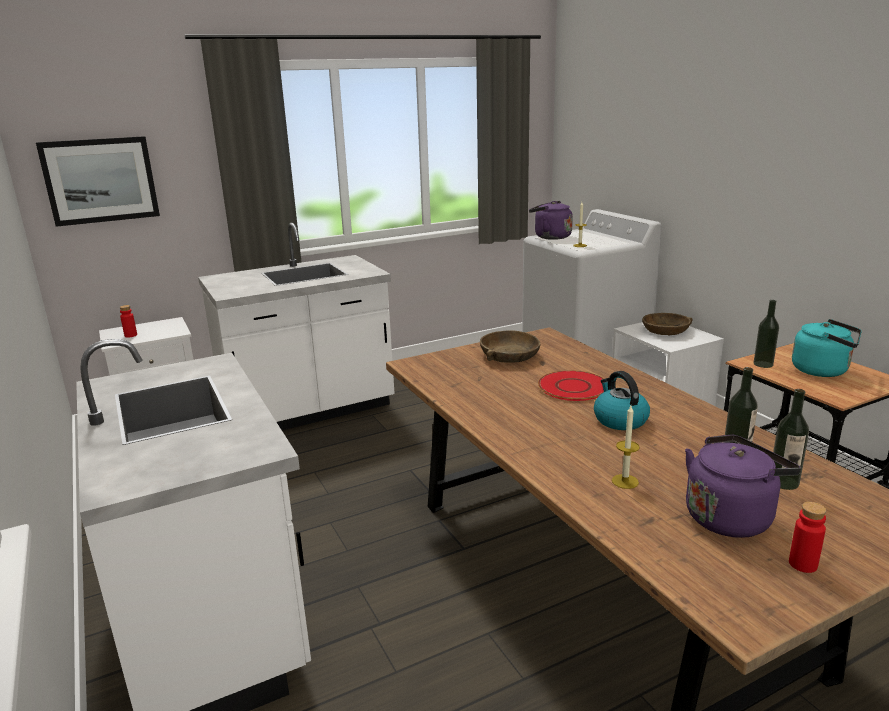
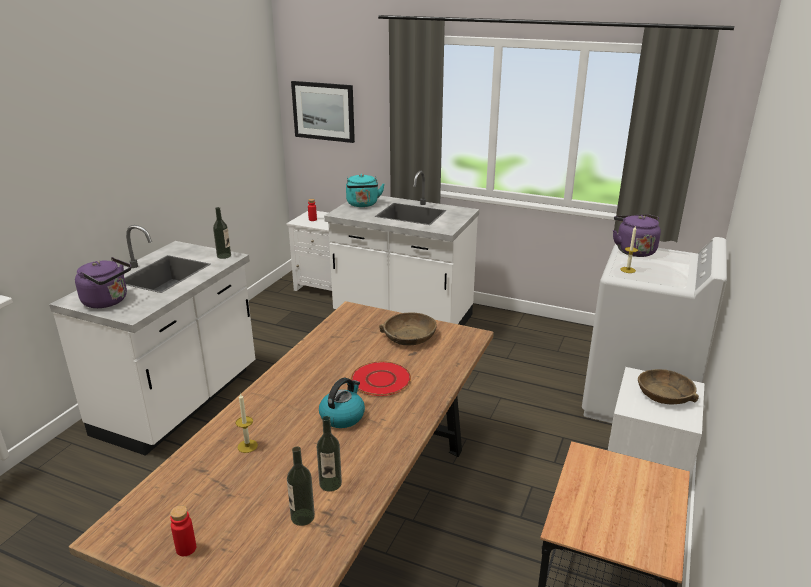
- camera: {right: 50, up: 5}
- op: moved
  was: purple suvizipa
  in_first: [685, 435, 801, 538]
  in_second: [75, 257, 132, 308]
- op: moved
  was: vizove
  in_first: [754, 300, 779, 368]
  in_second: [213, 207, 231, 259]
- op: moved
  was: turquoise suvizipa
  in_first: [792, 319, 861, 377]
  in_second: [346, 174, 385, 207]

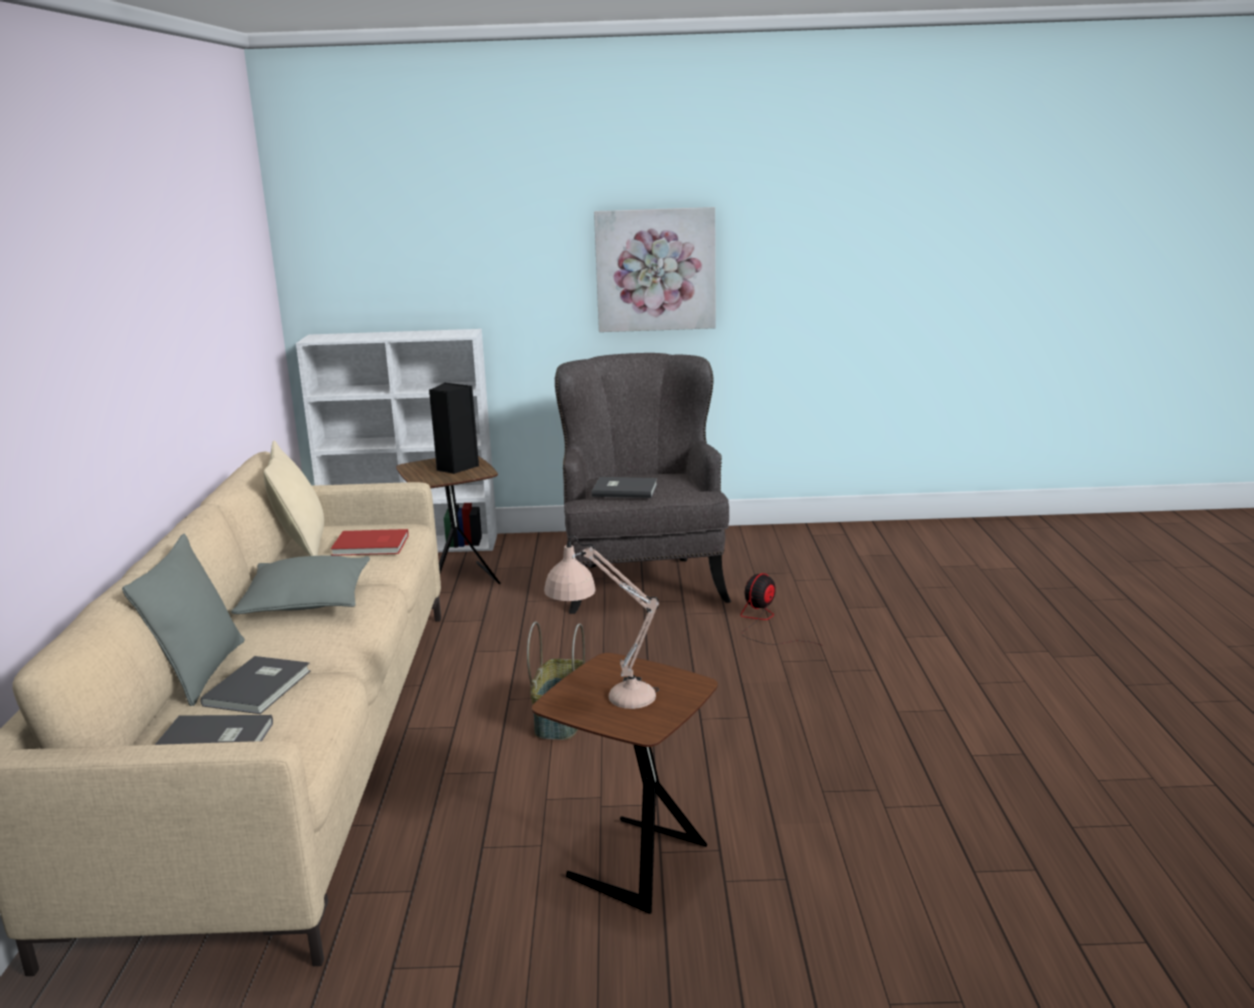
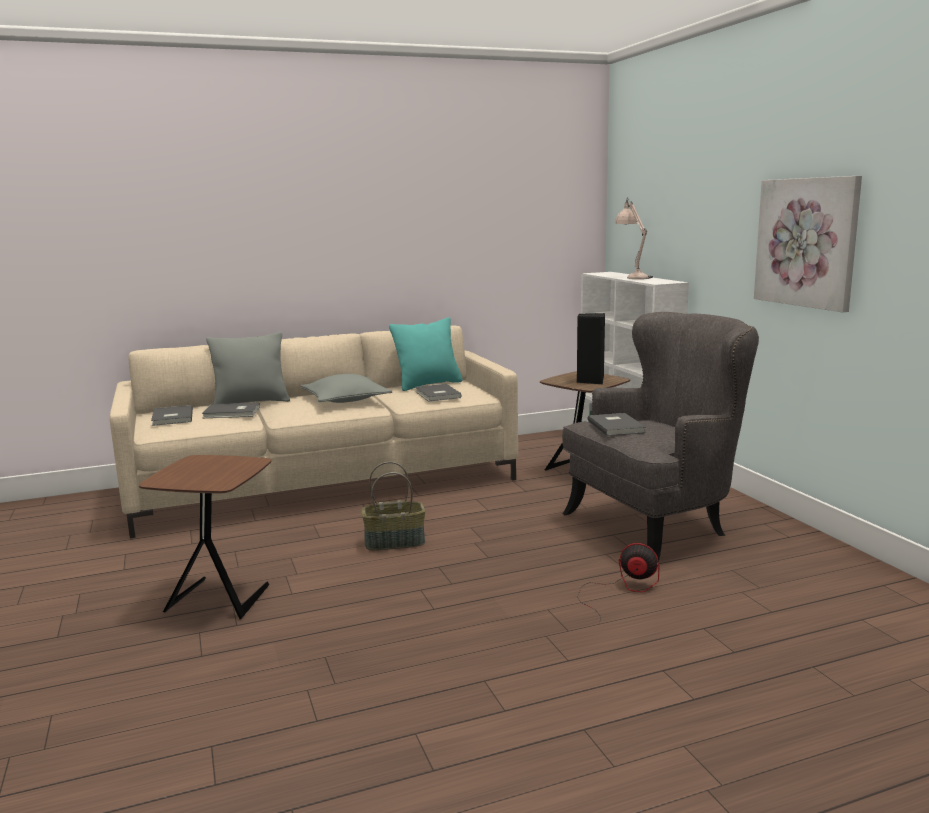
- camera: {right: 70, up: -5}
- op: moved
  was: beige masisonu
  in_first: [544, 535, 659, 709]
  in_second: [615, 197, 653, 279]
- op: recoloured
  was: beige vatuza
  now: turquoise vatuza
  in_first: [264, 441, 324, 556]
  in_second: [389, 317, 463, 391]
- op: recoloured
  was: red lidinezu
  now: grey lidinezu
  in_first: [331, 529, 409, 556]
  in_second: [415, 384, 462, 402]

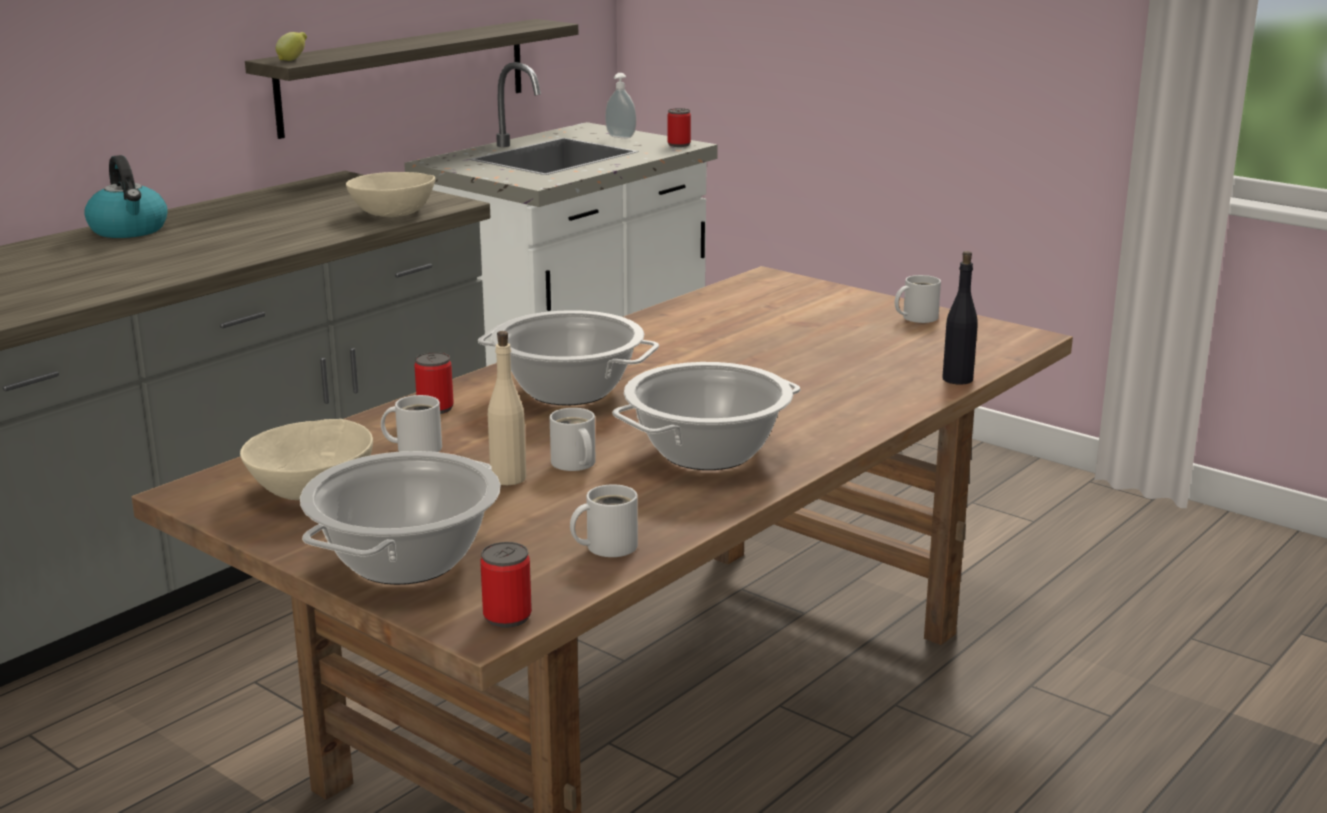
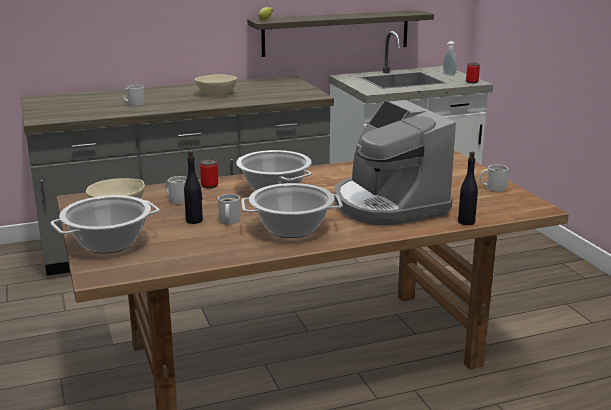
- camera: {right: 30, up: 0}
- op: removed
  was: suvizipa
  in_first: [84, 155, 168, 238]
- op: removed
  was: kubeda
  in_first: [480, 542, 532, 628]
- op: added
  now: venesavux
  in_second: [335, 100, 456, 225]
- op: moved
  was: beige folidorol
  in_first: [346, 172, 435, 217]
  in_second: [195, 75, 237, 96]
- op: moved
  was: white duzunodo
  in_first: [570, 484, 638, 557]
  in_second: [123, 85, 145, 106]
- op: recoloured
  was: beige vizove
  now: black vizove
  in_first: [488, 331, 526, 485]
  in_second: [184, 150, 203, 224]

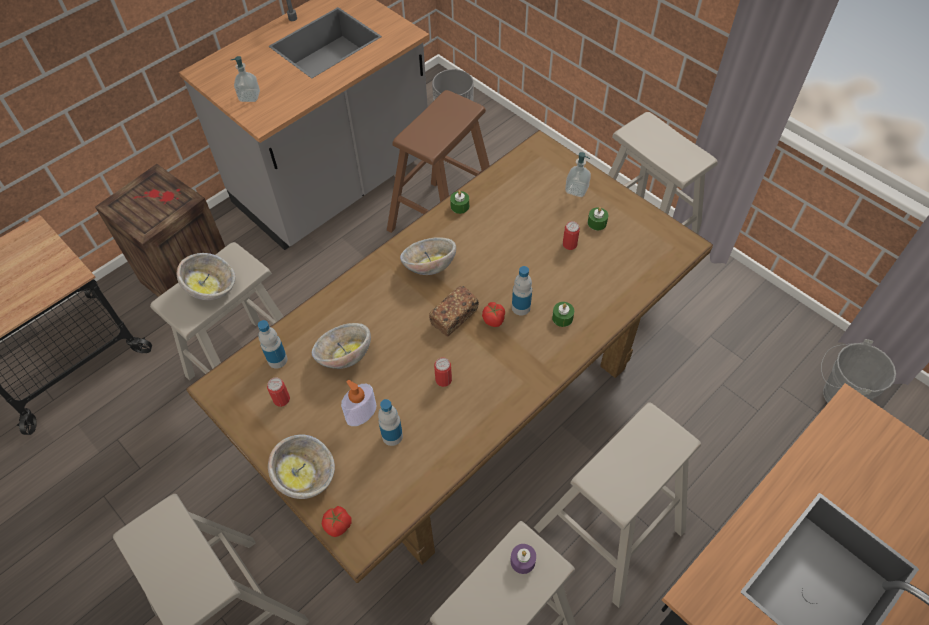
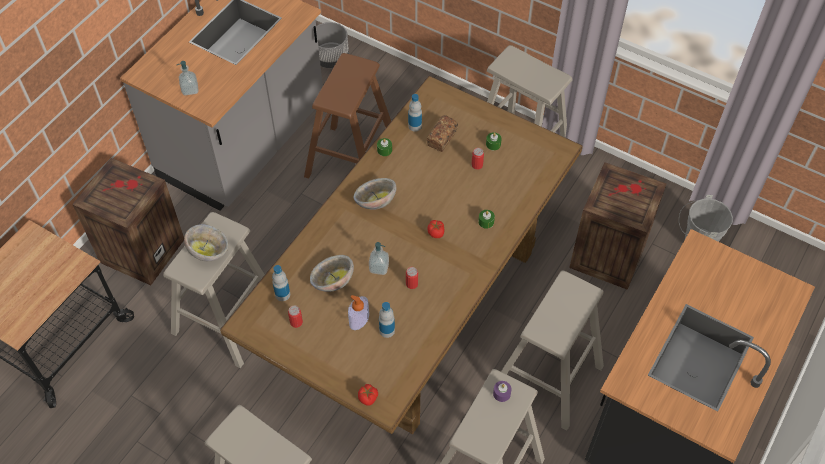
- camera: {right: -15, up: 0}
- op: removed
  was: folidorol
  in_first: [268, 434, 335, 499]
- op: added
  now: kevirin
  in_second: [569, 162, 666, 290]
- op: moved
  was: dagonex
  in_first: [429, 286, 479, 337]
  in_second: [427, 115, 458, 152]
- op: moved
  was: vizove
  in_first: [512, 266, 532, 316]
  in_second: [408, 94, 422, 132]
- op: moved
  was: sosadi
  in_first: [565, 152, 591, 197]
  in_second: [369, 242, 389, 275]

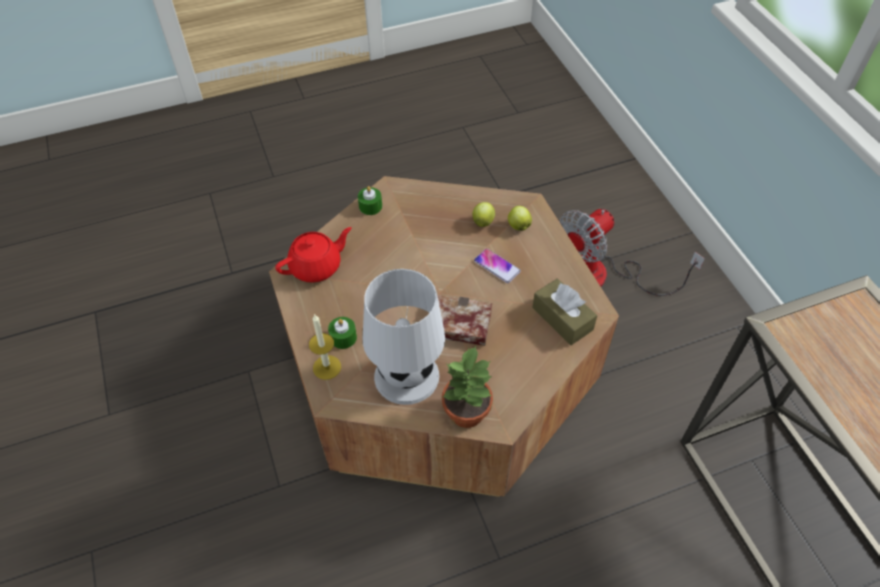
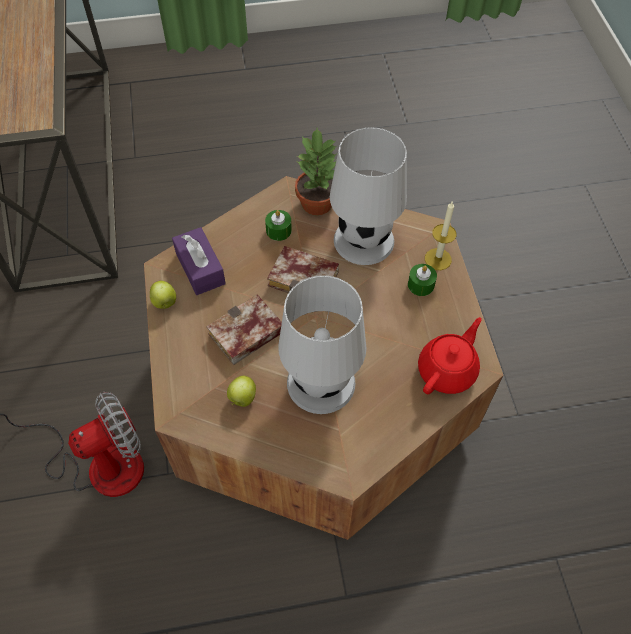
- camera: {right: -170, up: 5}
- op: added
  now: white masisonu
  in_second: [278, 275, 366, 414]
- op: moved
  was: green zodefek
  in_first: [358, 186, 382, 215]
  in_second: [265, 210, 292, 241]
- op: moved
  was: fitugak
  in_first: [508, 206, 532, 231]
  in_second: [150, 281, 176, 309]
- op: replaced
  was: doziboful
  now: lidinezu
  in_first: [474, 248, 521, 283]
  in_second: [206, 294, 282, 365]
- op: recoloured
  was: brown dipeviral
  now: purple dipeviral
  in_first: [532, 279, 597, 345]
  in_second: [172, 227, 226, 295]
- op: turned
  was: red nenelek
  in_first: [275, 227, 352, 282]
  in_second: [418, 317, 482, 394]
  clockwise: 150

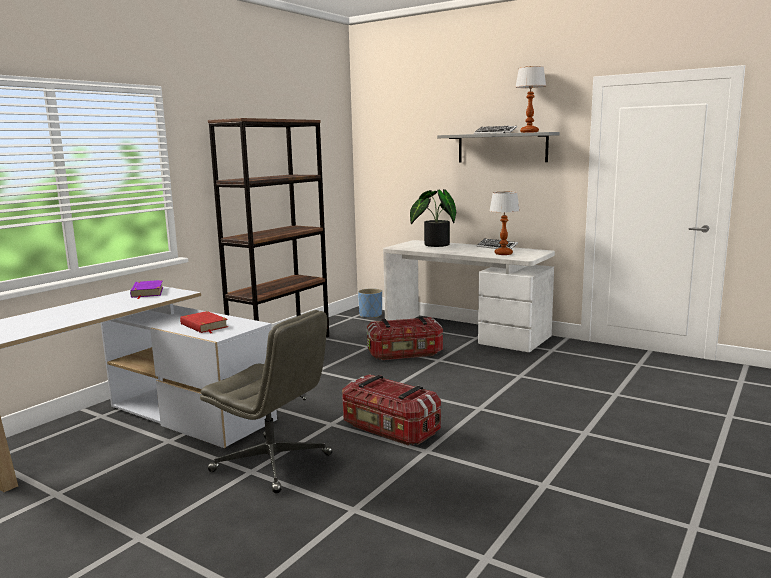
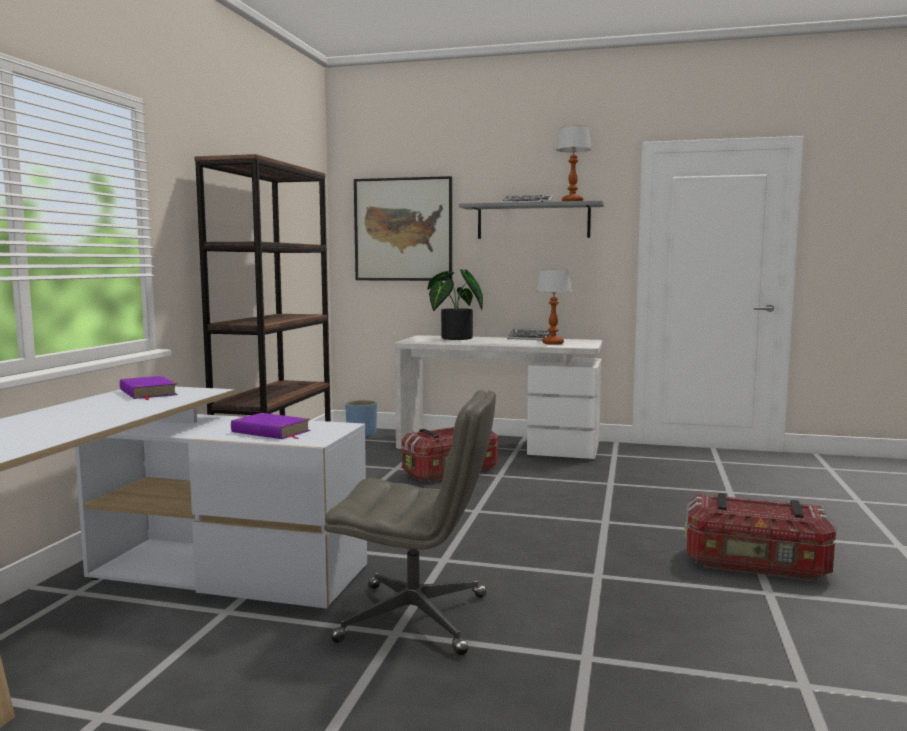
- camera: {right: -20, up: -5}
- op: added
  now: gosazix
  in_second: [354, 176, 452, 281]
- op: moved
  was: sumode
  in_first: [342, 374, 441, 445]
  in_second: [684, 493, 837, 581]
- op: recoloured
  was: red lidinezu
  now: purple lidinezu
  in_first: [180, 311, 228, 334]
  in_second: [231, 413, 311, 439]

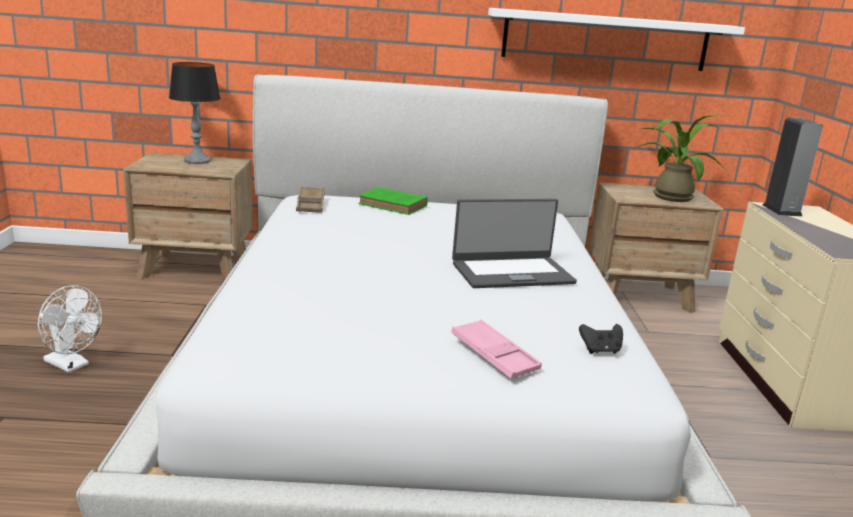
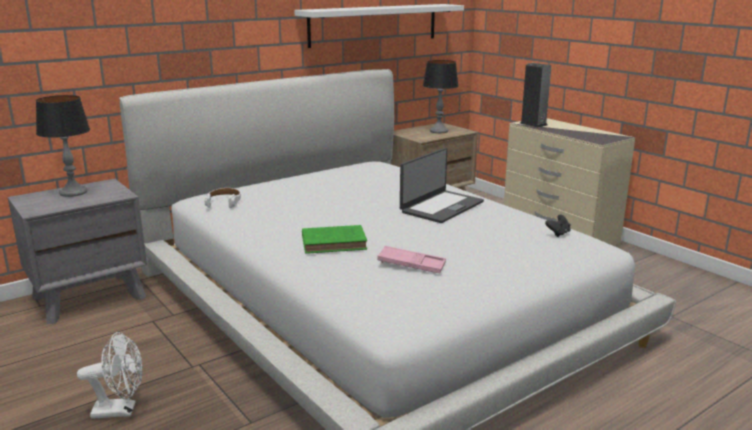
- camera: {right: -35, up: 0}
- op: moved
  was: green lidinezu
  in_first: [358, 187, 428, 215]
  in_second: [302, 225, 367, 254]
- op: moved
  was: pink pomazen
  in_first: [451, 320, 542, 379]
  in_second: [377, 246, 446, 273]
- op: replaced
  was: brown pomazen
  now: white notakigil
  in_first: [296, 186, 325, 213]
  in_second: [204, 188, 241, 208]
- op: replaced
  was: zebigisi
  now: masisonu
  in_first: [631, 114, 728, 202]
  in_second: [423, 60, 458, 133]
- op: recoloured
  was: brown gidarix
  now: grey gidarix
  in_first: [123, 152, 253, 281]
  in_second: [8, 179, 147, 324]

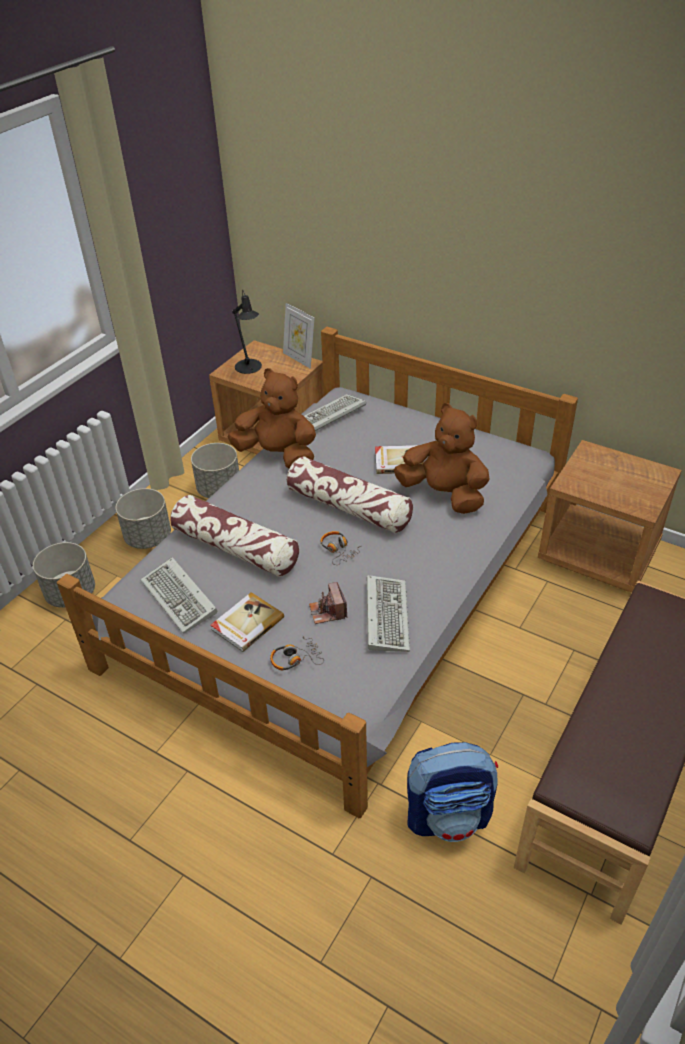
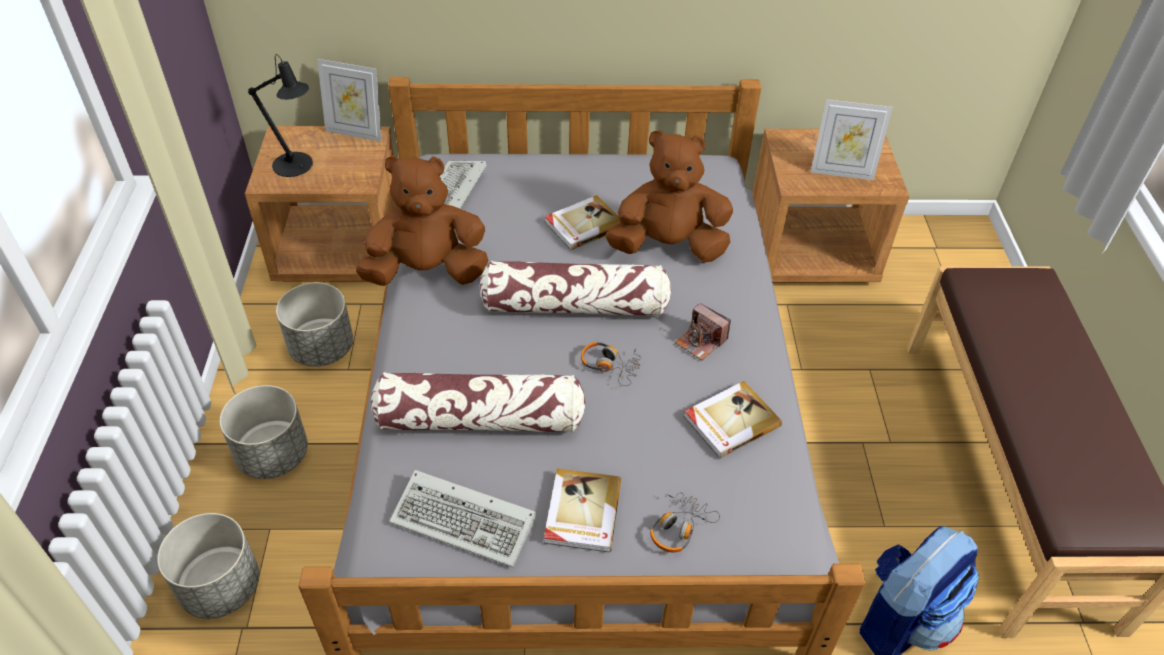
- camera: {right: -35, up: 5}
- op: added
  now: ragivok
  in_second: [811, 99, 893, 180]
- op: moved
  was: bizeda
  in_first: [309, 582, 347, 624]
  in_second: [675, 303, 731, 361]
- op: replaced
  was: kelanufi
  now: lidinezu
  in_first: [367, 575, 410, 652]
  in_second: [683, 381, 782, 459]

